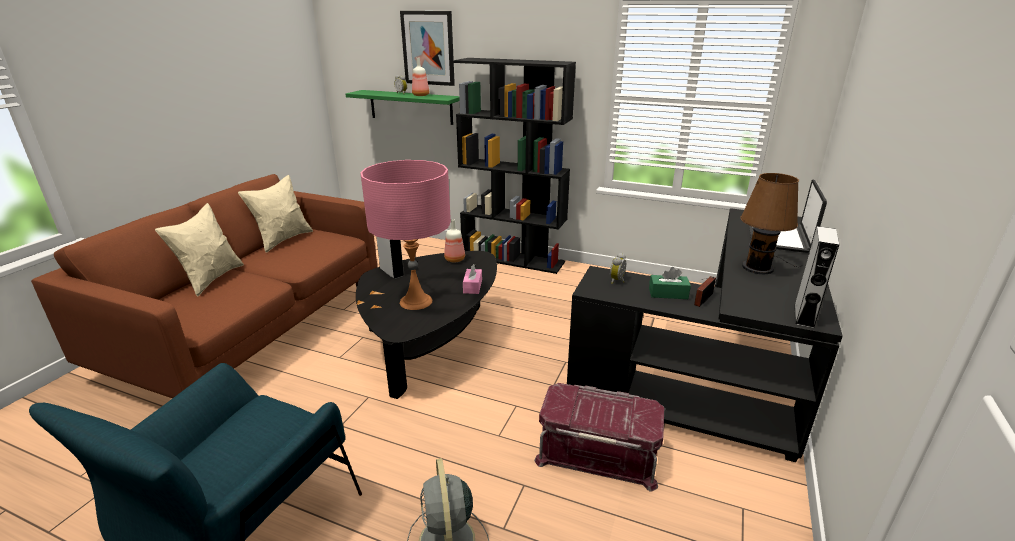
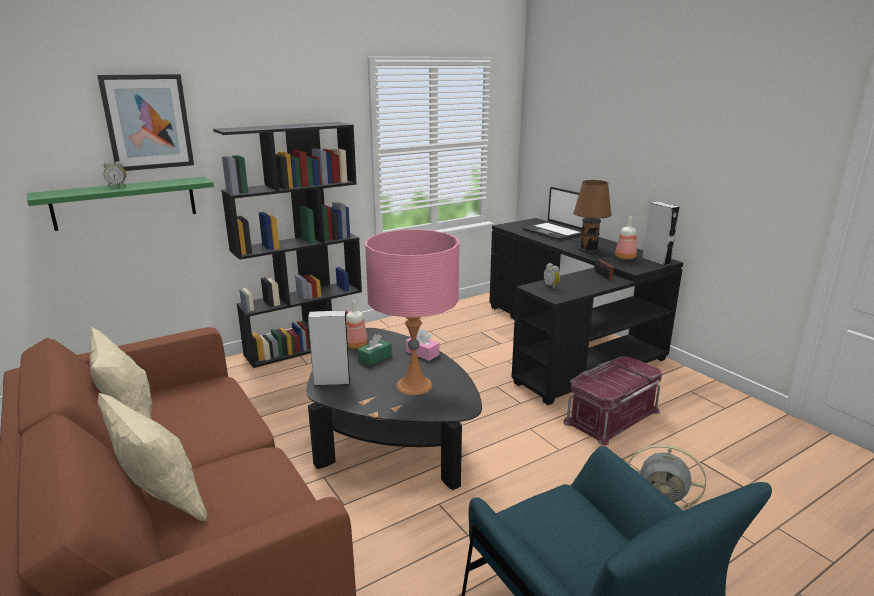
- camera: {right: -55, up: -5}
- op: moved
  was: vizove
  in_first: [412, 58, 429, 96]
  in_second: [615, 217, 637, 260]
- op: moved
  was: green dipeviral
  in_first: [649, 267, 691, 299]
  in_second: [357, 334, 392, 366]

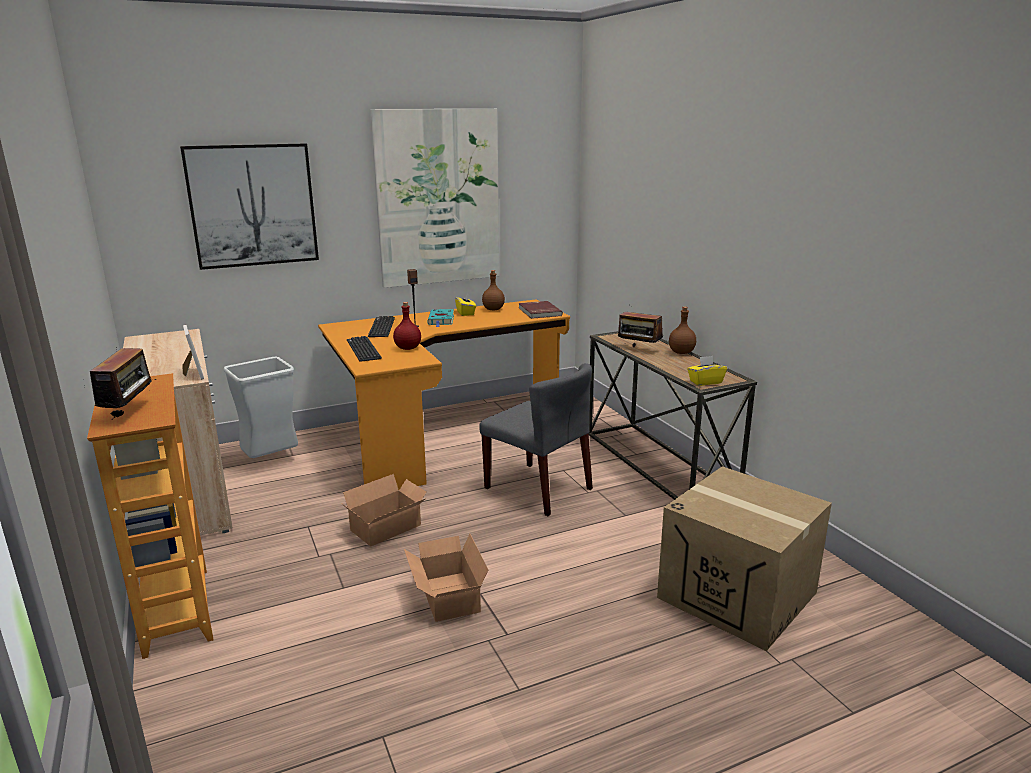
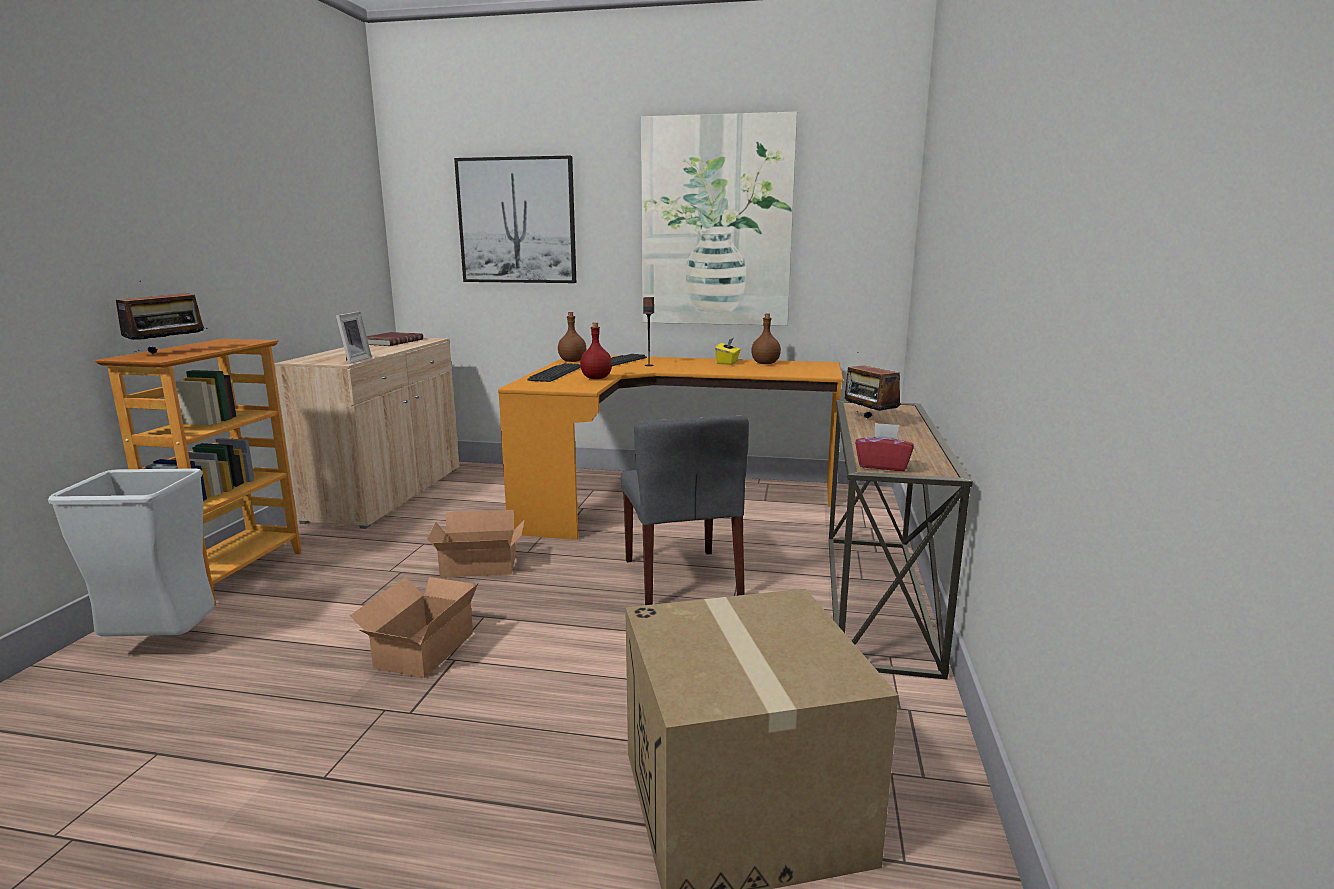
- camera: {right: 35, up: -5}
- op: removed
  was: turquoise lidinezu
  in_first: [427, 309, 454, 327]
- op: moved
  was: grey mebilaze
  in_first: [224, 357, 298, 458]
  in_second: [48, 468, 215, 637]
- op: moved
  was: red lidinezu
  in_first: [518, 301, 563, 319]
  in_second: [367, 332, 423, 346]
- op: moved
  was: brown vizove
  in_first: [669, 307, 696, 354]
  in_second: [558, 312, 586, 362]
- op: recoloured
  was: yellow dipeviral
  now: red dipeviral
  in_first: [687, 356, 727, 386]
  in_second: [855, 423, 914, 471]

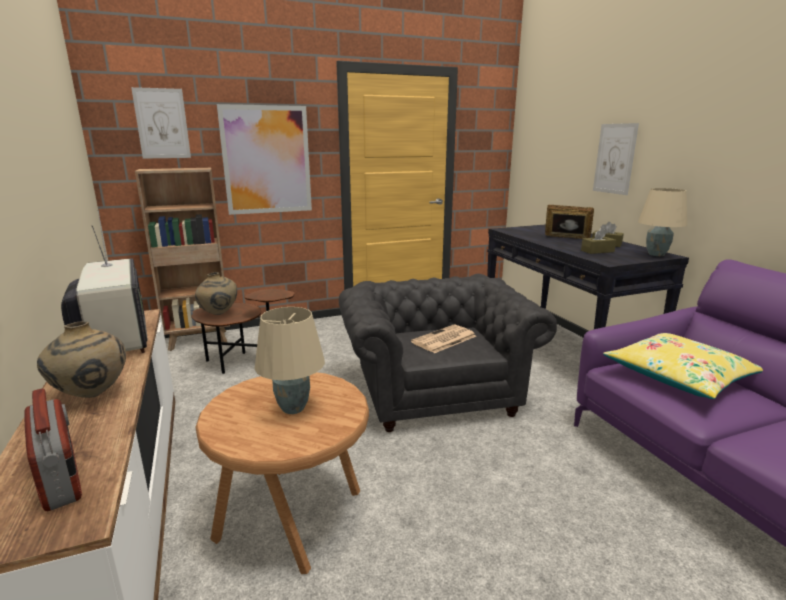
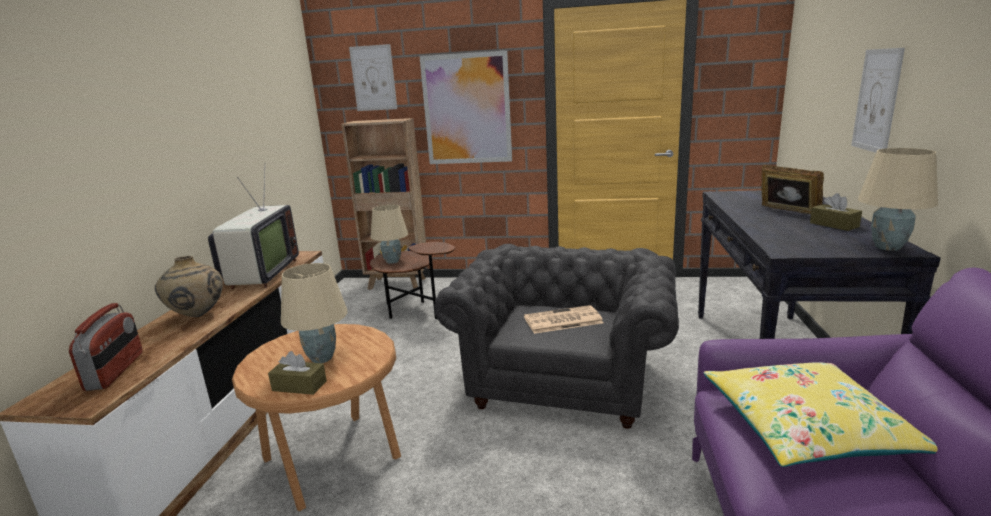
- camera: {right: 30, up: 0}
- op: moved
  was: brown dipeviral
  in_first: [581, 227, 616, 254]
  in_second: [268, 351, 327, 395]
- op: replaced
  was: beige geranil
  now: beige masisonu
  in_first: [195, 272, 237, 315]
  in_second: [371, 205, 408, 264]

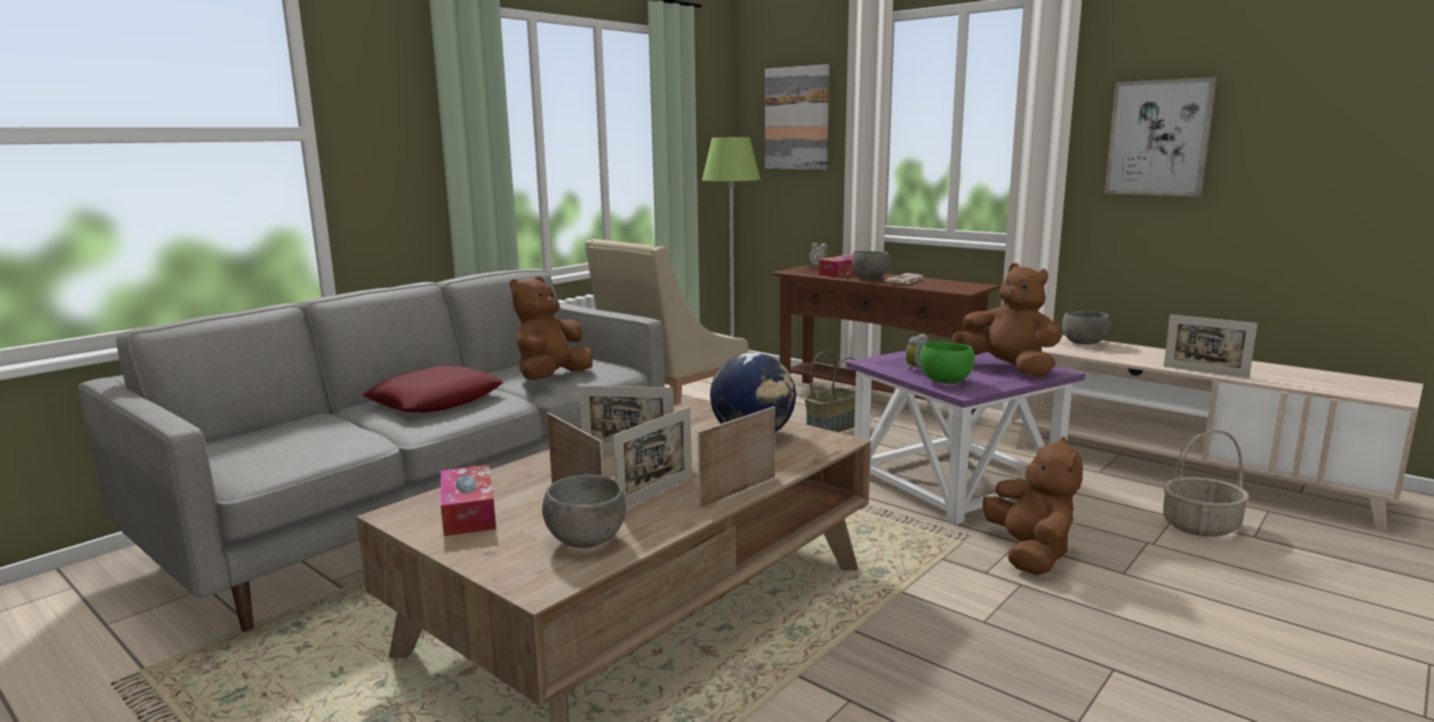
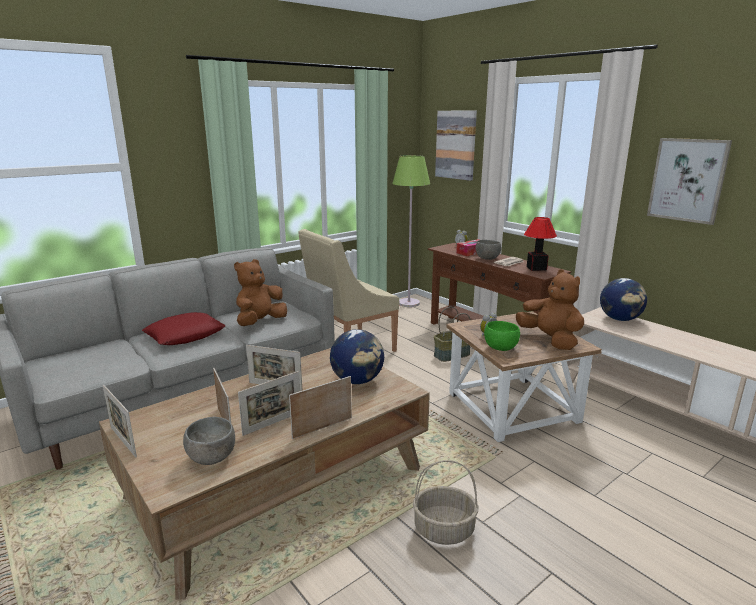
- camera: {right: 10, up: 5}
- op: removed
  was: dipeviral
  in_first: [441, 465, 496, 536]
- op: removed
  was: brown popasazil
  in_first: [983, 437, 1083, 576]
- op: added
  now: masisonu
  in_second: [524, 217, 557, 271]
- op: moved
  was: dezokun
  in_first: [1163, 430, 1250, 537]
  in_second: [413, 460, 479, 545]
- op: moved
  was: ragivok
  in_first: [1164, 315, 1258, 378]
  in_second: [103, 385, 137, 458]
- op: replaced
  was: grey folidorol
  now: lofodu
  in_first: [1062, 311, 1111, 344]
  in_second: [600, 278, 647, 321]
- op: recoloured
  was: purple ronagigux
  now: brown ronagigux
  in_first: [846, 351, 1085, 525]
  in_second: [446, 311, 602, 442]

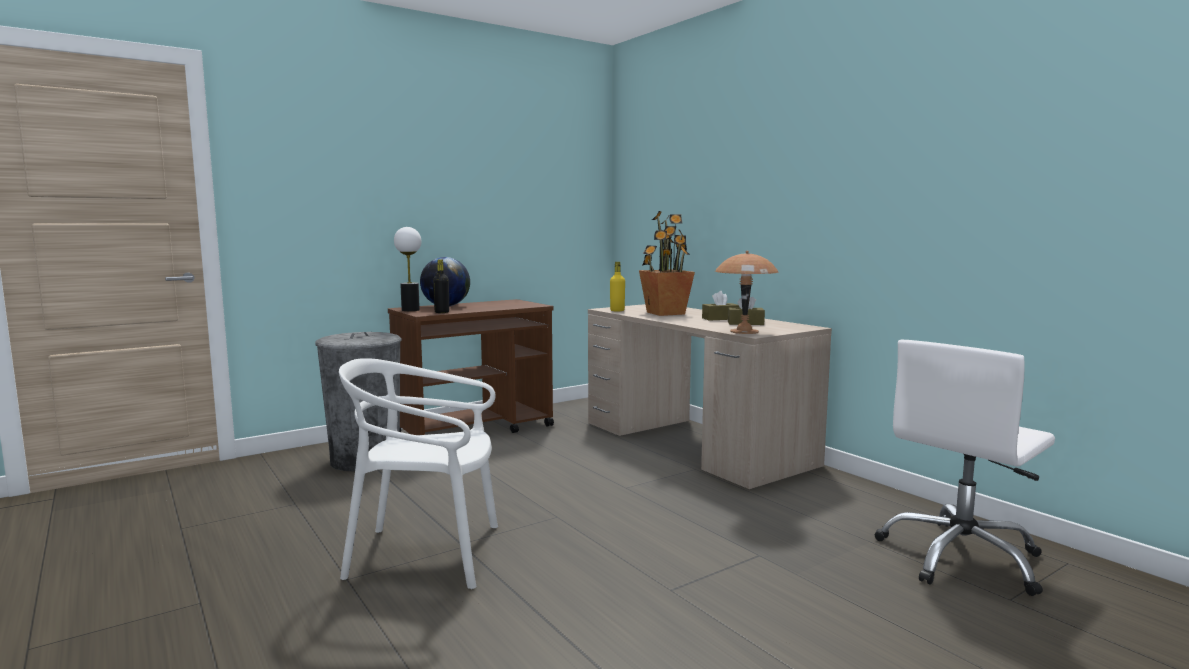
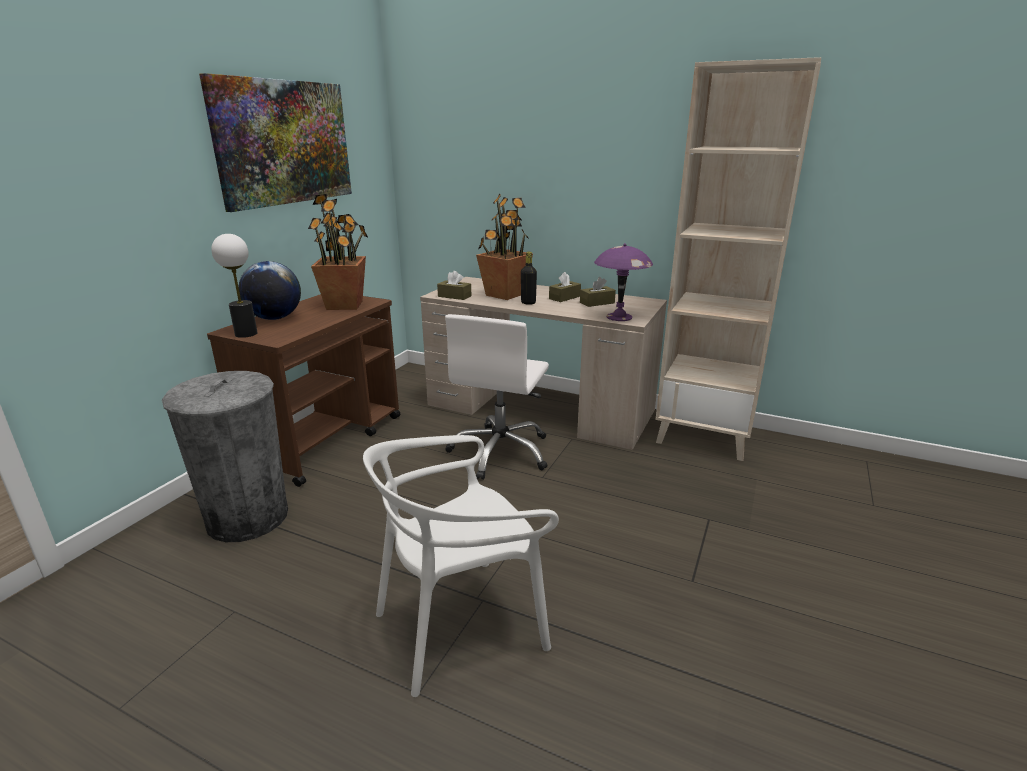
- camera: {right: -30, up: 15}
- op: added
  now: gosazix
  in_second: [199, 73, 352, 212]
- op: added
  now: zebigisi
  in_second: [308, 194, 368, 310]
- op: added
  now: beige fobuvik
  in_second: [656, 57, 821, 461]
- op: moved
  was: black vizove
  in_first: [433, 259, 449, 313]
  in_second: [521, 252, 537, 305]
- op: moved
  was: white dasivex
  in_first: [875, 340, 1055, 596]
  in_second: [445, 314, 549, 480]
- op: replaced
  was: yellow vizove
  now: brown dipeviral
  in_first: [610, 262, 625, 311]
  in_second: [437, 271, 471, 300]
- op: recoloured
  was: brown masisonu
  now: purple masisonu
  in_first: [715, 250, 779, 334]
  in_second: [594, 243, 653, 321]

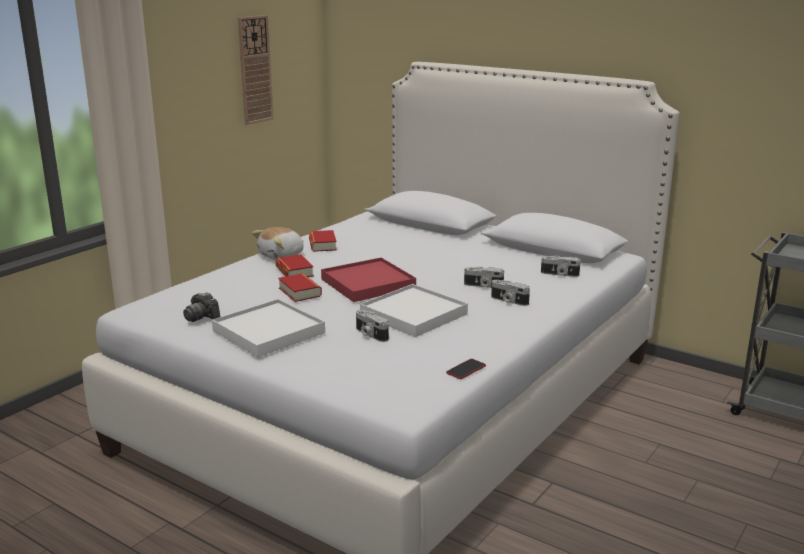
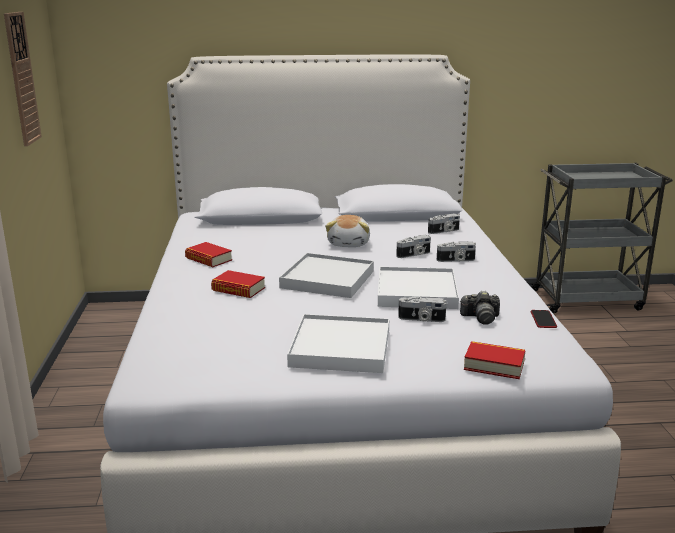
- camera: {right: -40, up: 0}
- op: moved
  was: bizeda
  in_first: [183, 292, 220, 322]
  in_second: [460, 291, 500, 325]
- op: moved
  was: popasazil
  in_first: [252, 227, 304, 260]
  in_second: [325, 215, 370, 247]
- op: moved
  was: lidinezu
  in_first: [278, 273, 322, 302]
  in_second: [464, 341, 525, 379]
- op: recoloured
  was: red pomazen
  now: white pomazen
  in_first: [321, 257, 416, 302]
  in_second: [279, 253, 374, 298]

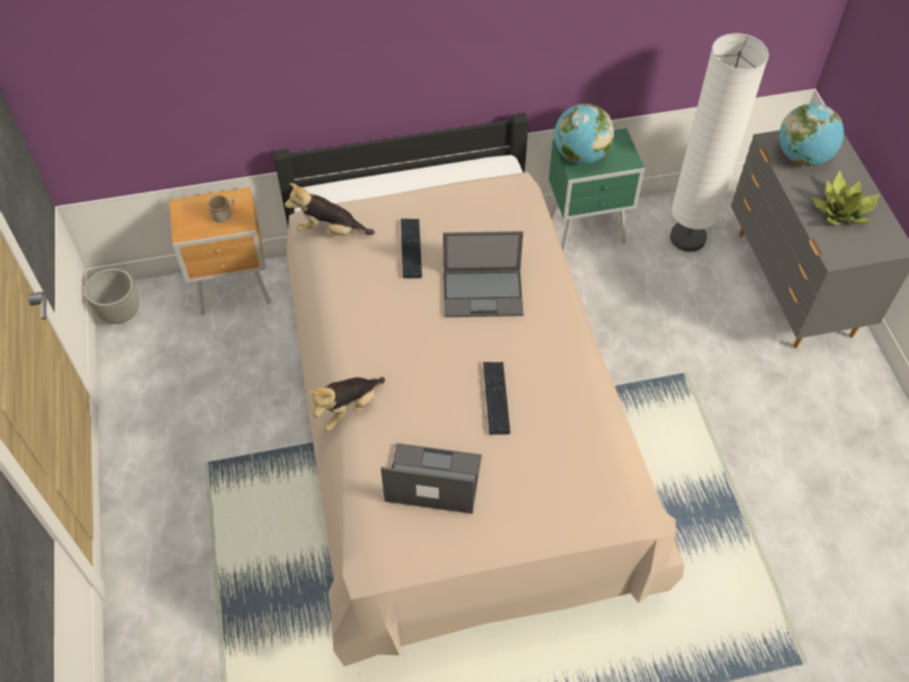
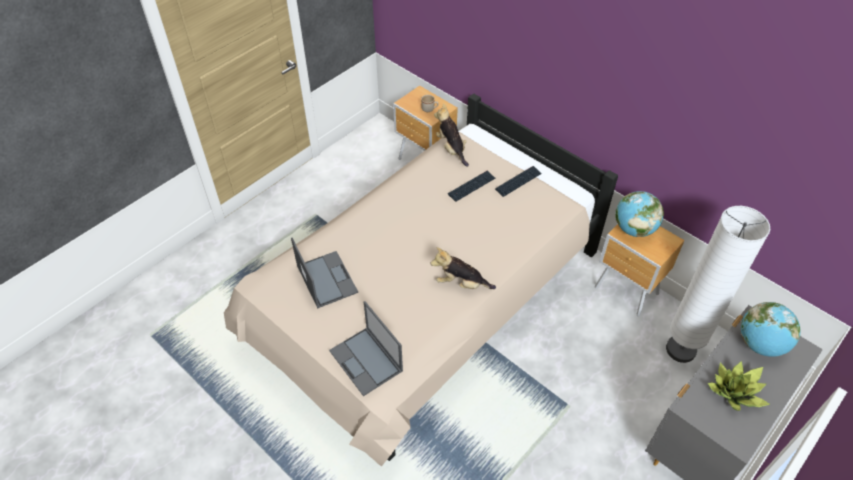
- camera: {right: 55, up: -5}
- op: removed
  was: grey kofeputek
  in_first: [84, 268, 139, 324]
- op: moved
  was: popasazil
  in_first: [308, 377, 385, 431]
  in_second: [431, 247, 496, 289]
- op: moved
  was: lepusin
  in_first: [443, 231, 524, 317]
  in_second: [329, 301, 403, 396]
- op: moved
  was: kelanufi
  in_first: [483, 362, 510, 435]
  in_second: [495, 166, 542, 197]
- op: recoloured
  was: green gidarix
  now: brown gidarix
  in_first: [549, 128, 645, 253]
  in_second: [595, 224, 685, 317]

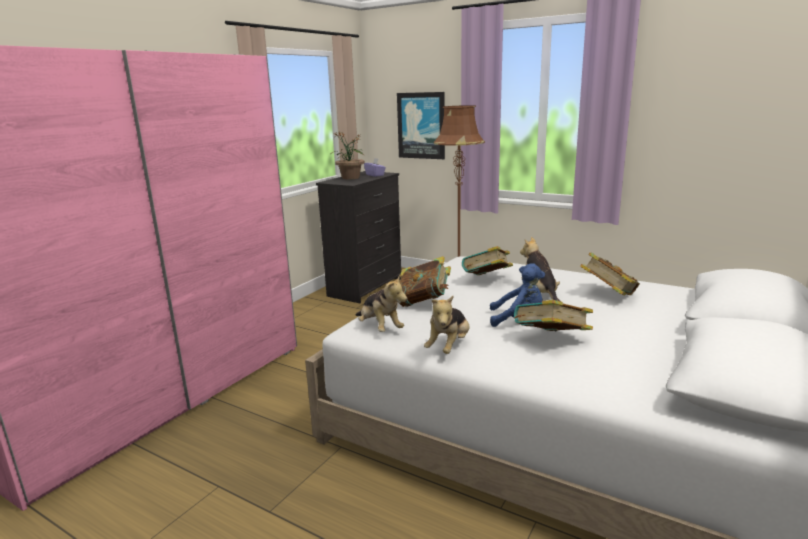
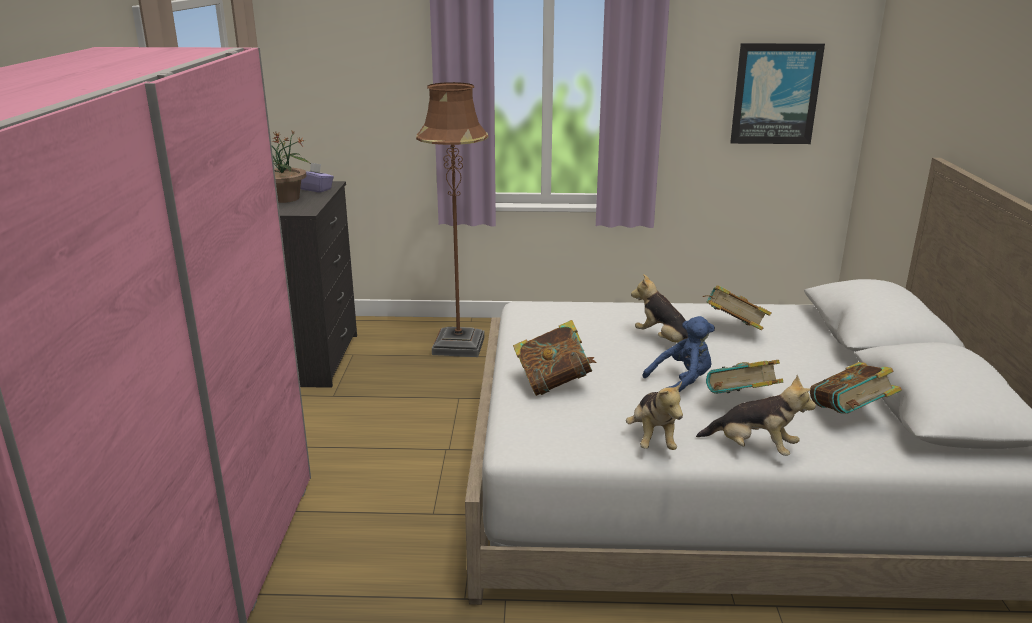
- camera: {right: -30, up: 5}
- op: moved
  was: popasazil
  in_first: [356, 274, 407, 332]
  in_second: [696, 375, 816, 456]
- op: moved
  was: gosazix
  in_first: [397, 92, 445, 159]
  in_second: [730, 43, 825, 144]
- op: moved
  was: lidinezu
  in_first: [462, 246, 513, 275]
  in_second: [810, 362, 902, 414]

